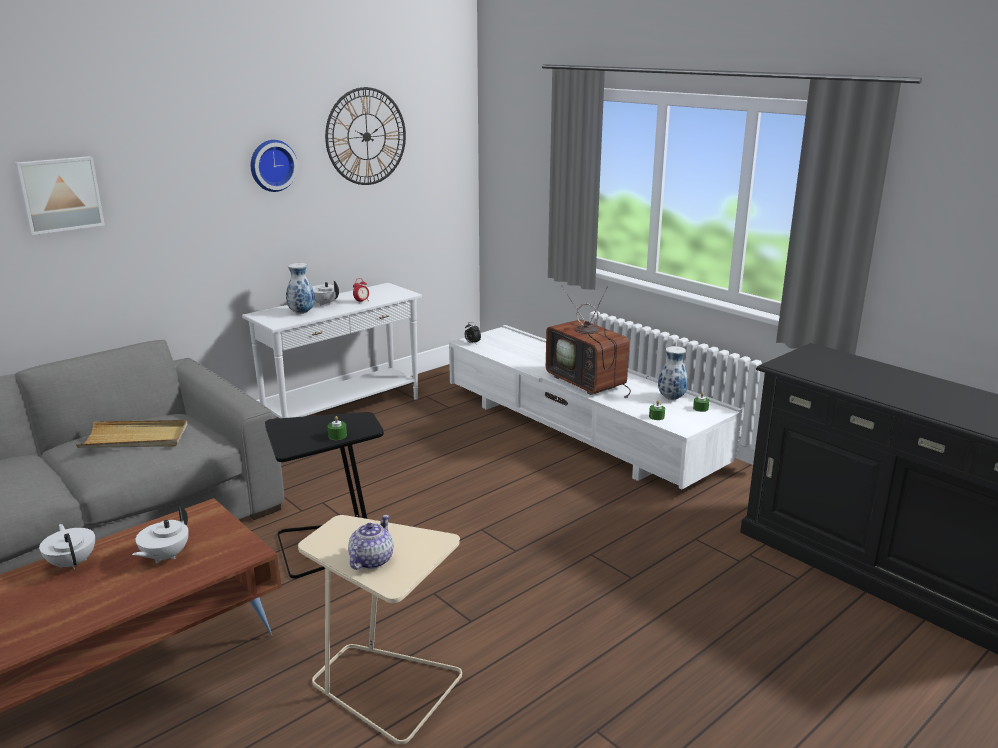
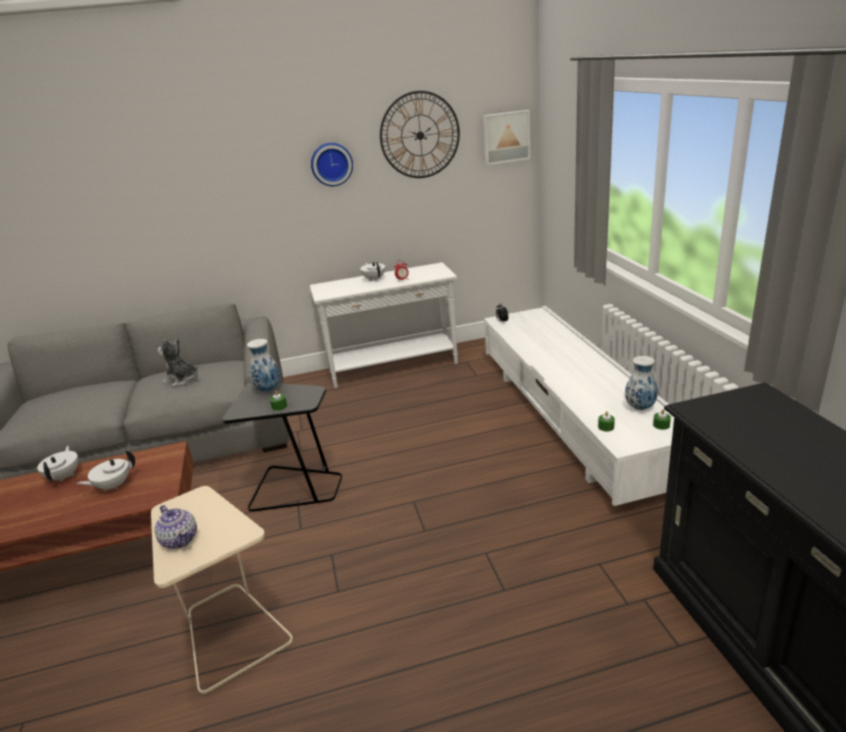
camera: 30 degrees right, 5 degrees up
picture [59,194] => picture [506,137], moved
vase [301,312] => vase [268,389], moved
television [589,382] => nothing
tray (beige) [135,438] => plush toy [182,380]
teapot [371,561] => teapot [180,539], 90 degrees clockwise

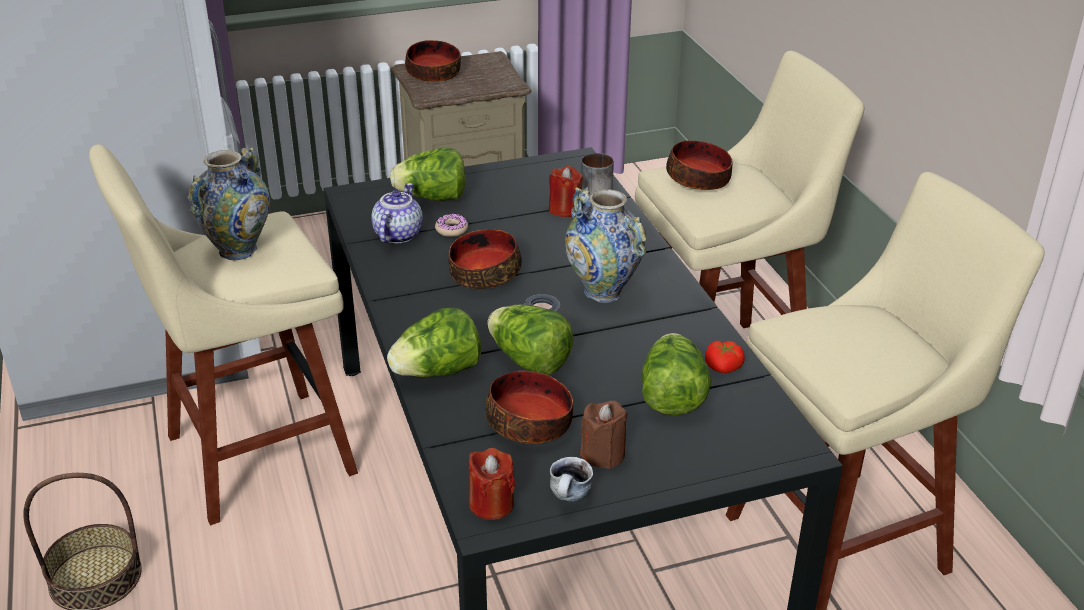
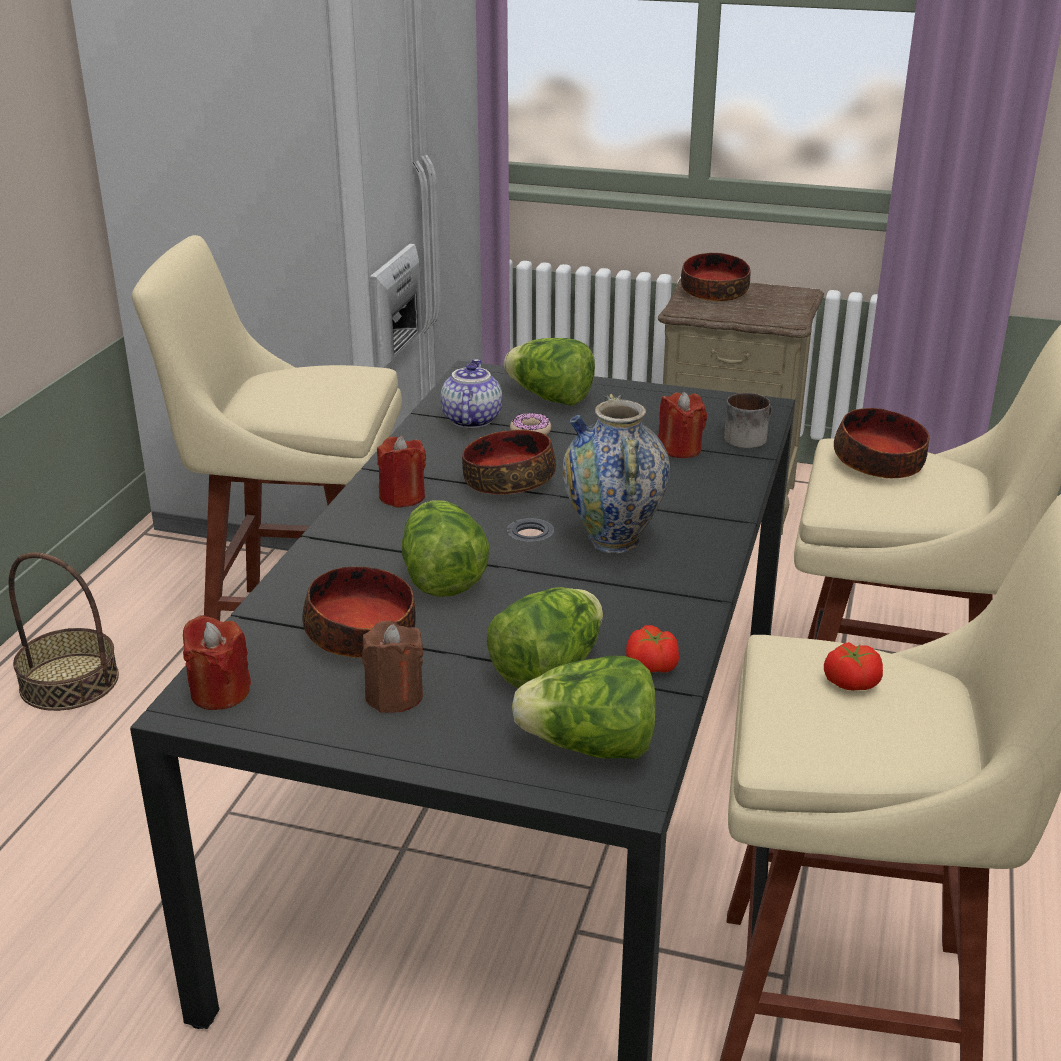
camera: 35 degrees right, 5 degrees down
vase [238,250] => nothing
teapot [397,234] => teapot [470,420], 45 degrees counterclockwise
lettuce [437,372] => lettuce [590,747], moved
mug [570,498] => nothing
nothing => candle (red) [402,497]
nothing => tomato [850,681]

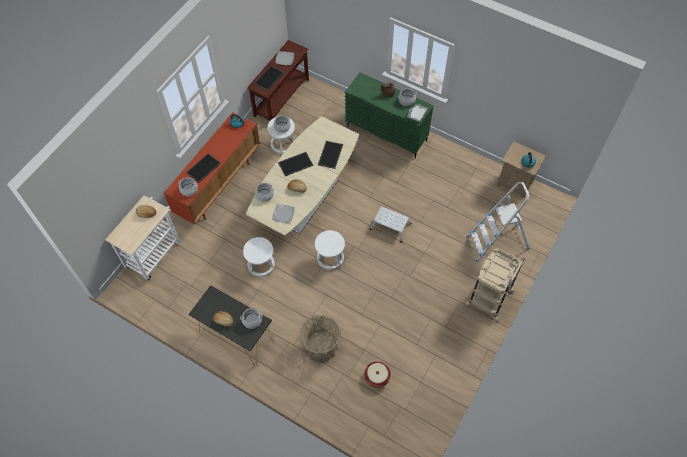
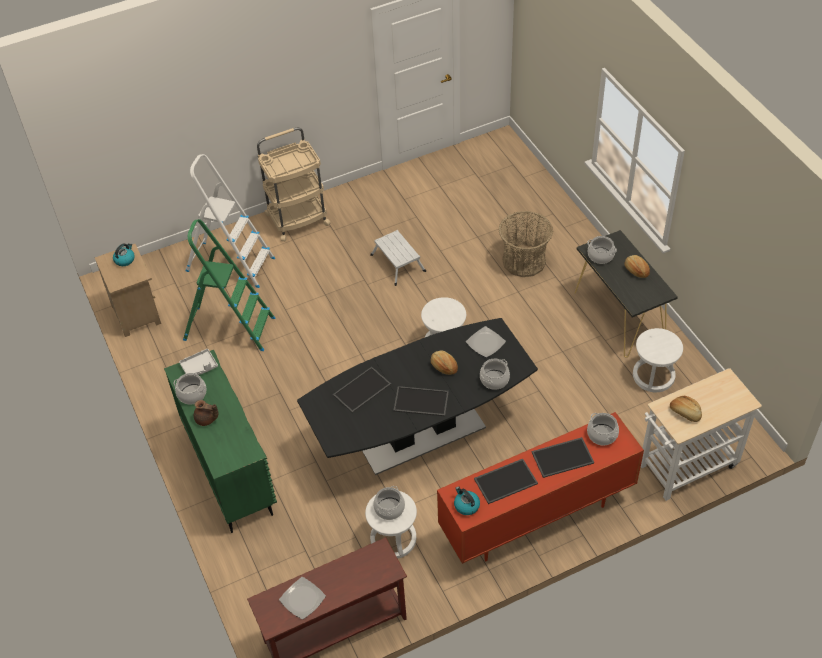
camera: 145 degrees left, 10 degrees down
tray [269,78] => tray [505,480], moved
dining table (beige) [306,200] => dining table (black) [421,432]
step ladder (white) [390,226] => step ladder (white) [397,262], moved
stool (white) [261,265] => stool (white) [653,376], moved
basket [377,377] => nothing
nothing => step ladder (green) [230,329]

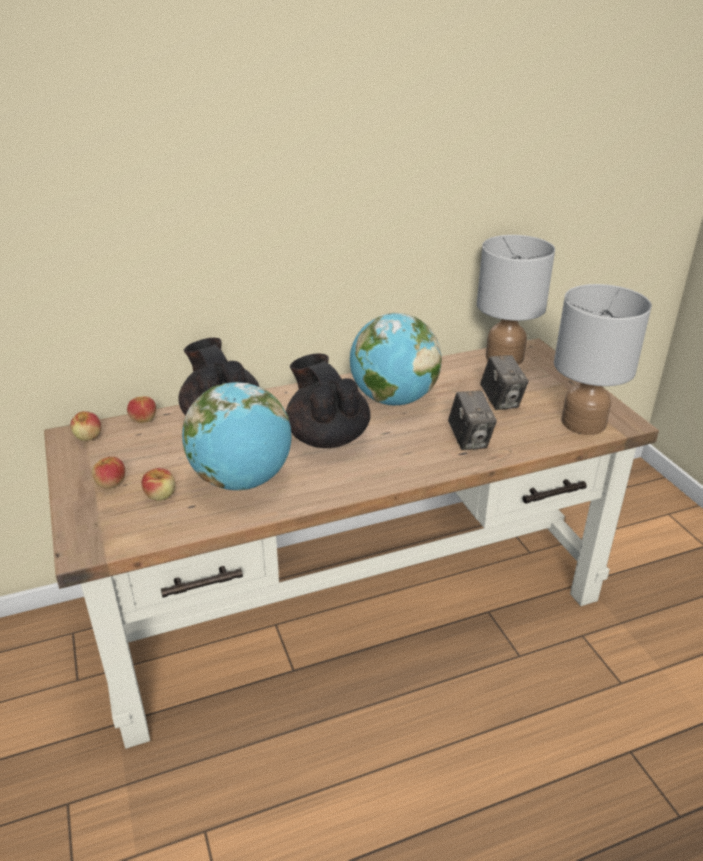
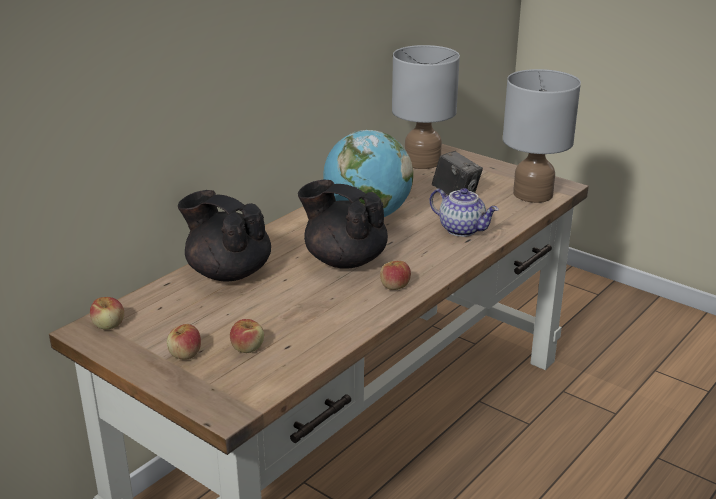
camera: 30 degrees left, 5 degrees down
globe [242,480] => nothing
photo camera [469,440] => teapot [462,229]
apple [143,419] => apple [394,286], moved

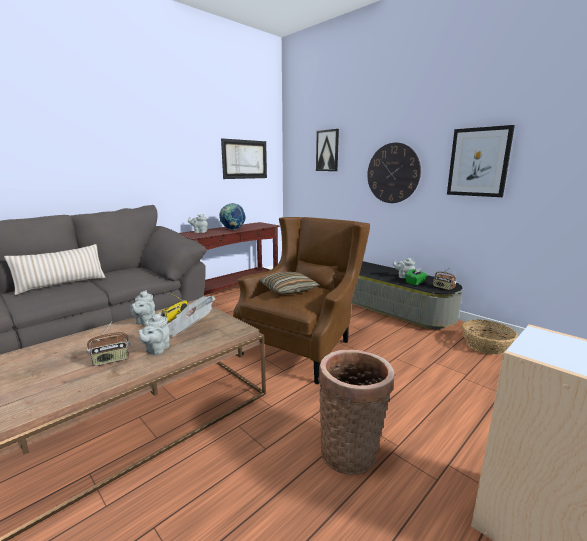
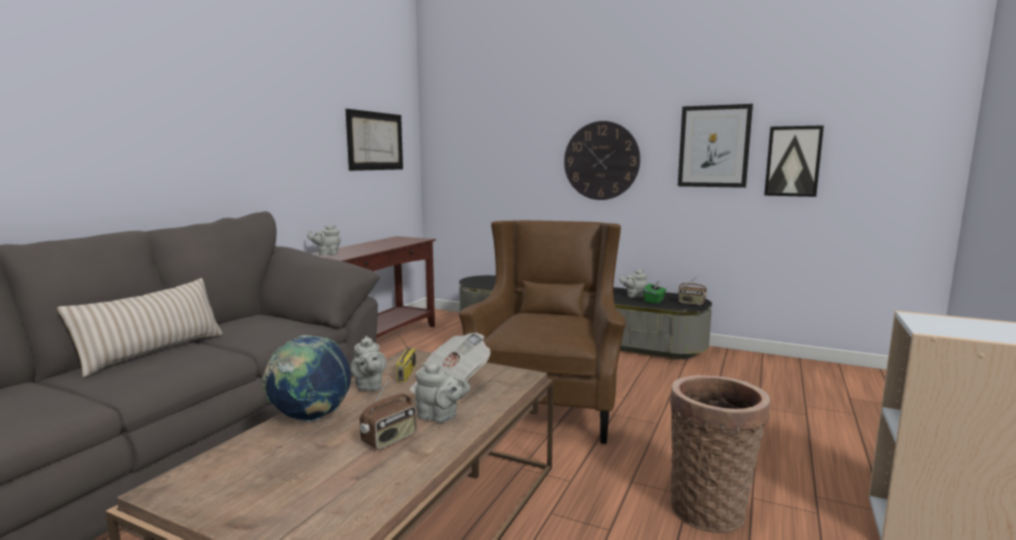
camera: 20 degrees left, 5 degrees down
picture [327,150] => picture [793,161], moved
globe [233,230] => globe [311,418], moved
pillow [288,290] => nothing
teapot (grey) [156,350] => teapot (grey) [440,417], 60 degrees counterclockwise
basket [486,345] => nothing

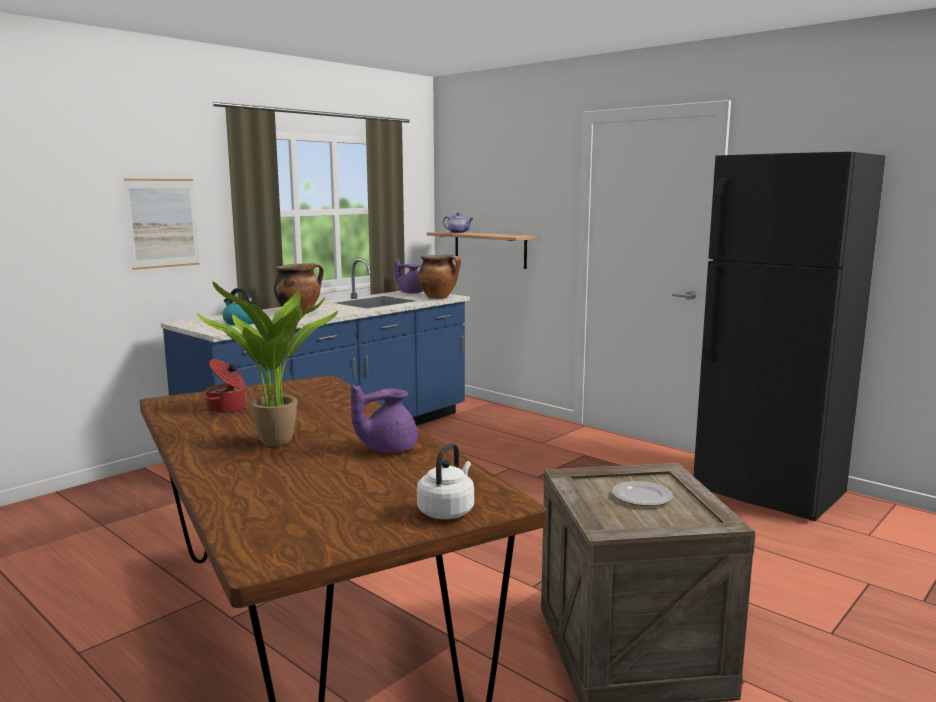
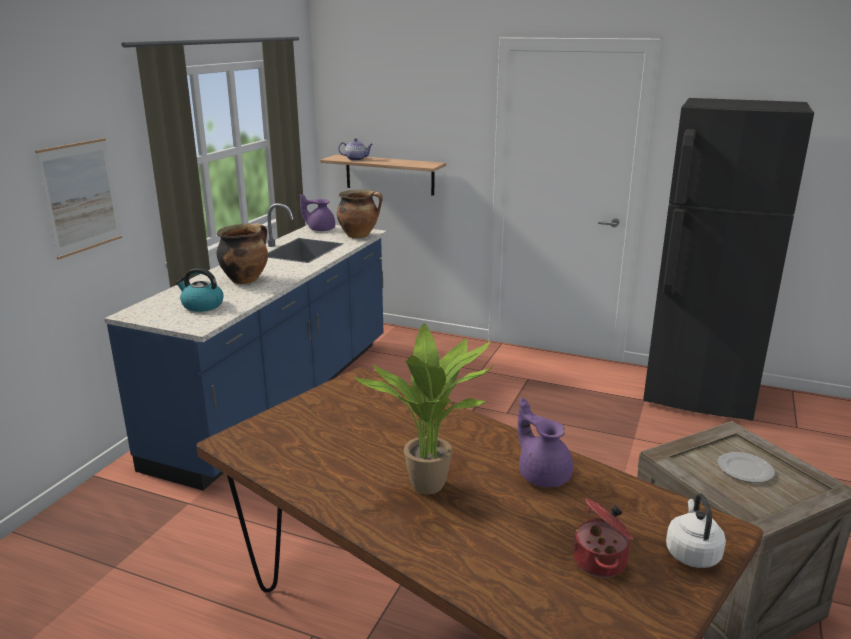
camera: 20 degrees left, 10 degrees up
cooking pot [227,409] => cooking pot [601,561], moved
teapot (purple) [387,449] => teapot (purple) [543,474], 105 degrees clockwise

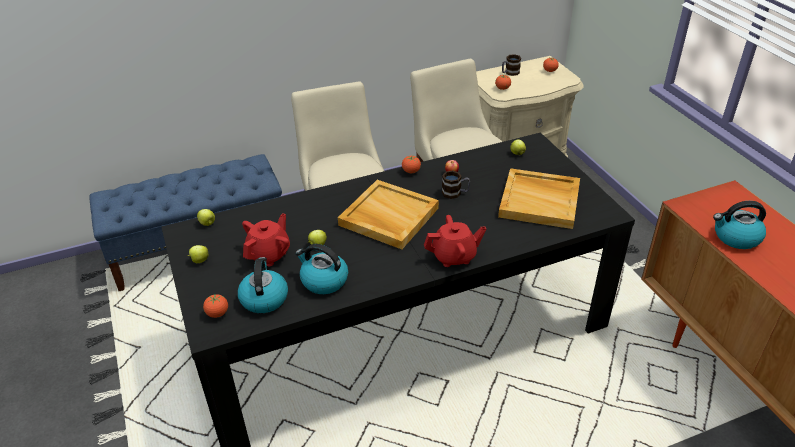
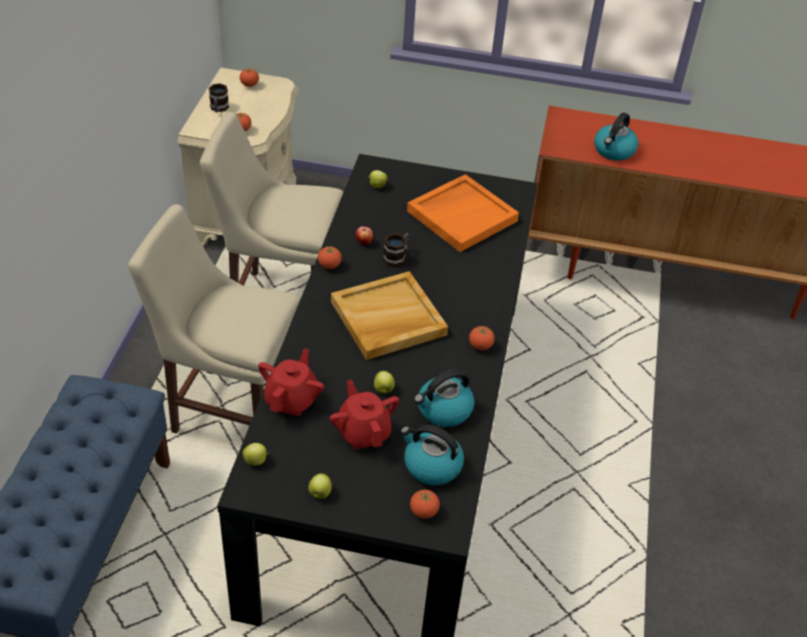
camera: 60 degrees left, 5 degrees up
tray (beige) [540,201] => tray (orange) [462,215]
teapot (red) [454,256] => teapot (red) [291,400], moved
nothing => tomato [480,346]

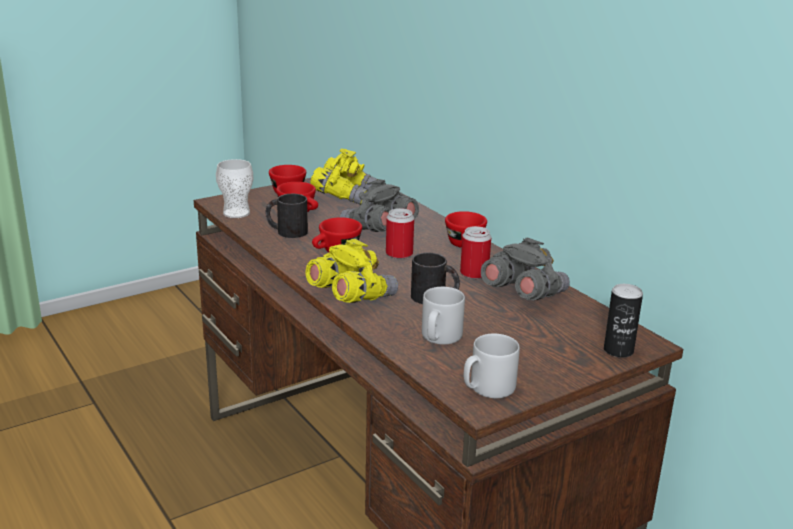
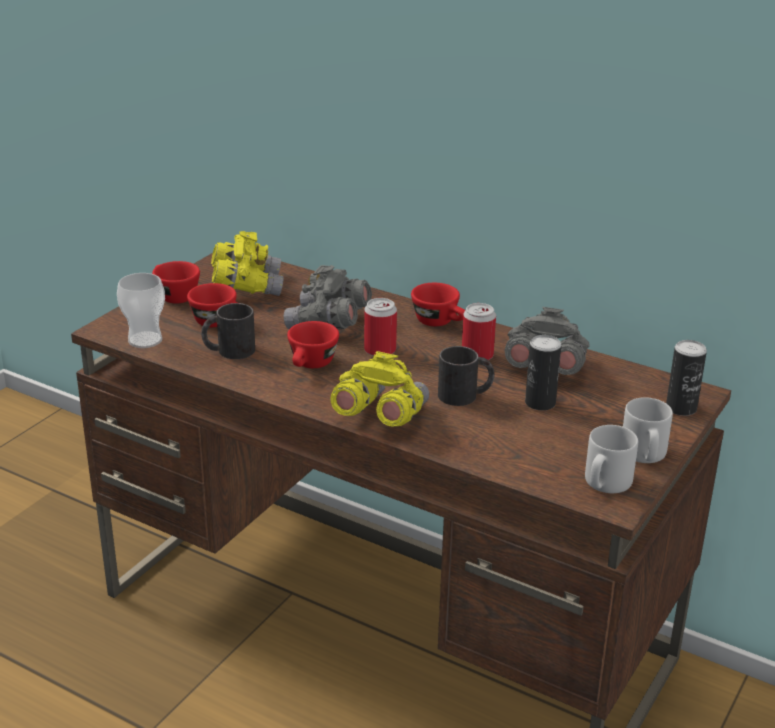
camera: 25 degrees left, 5 degrees up
mug (grey) [439,337] => mug (grey) [644,455], moved
nothing => can [540,403]

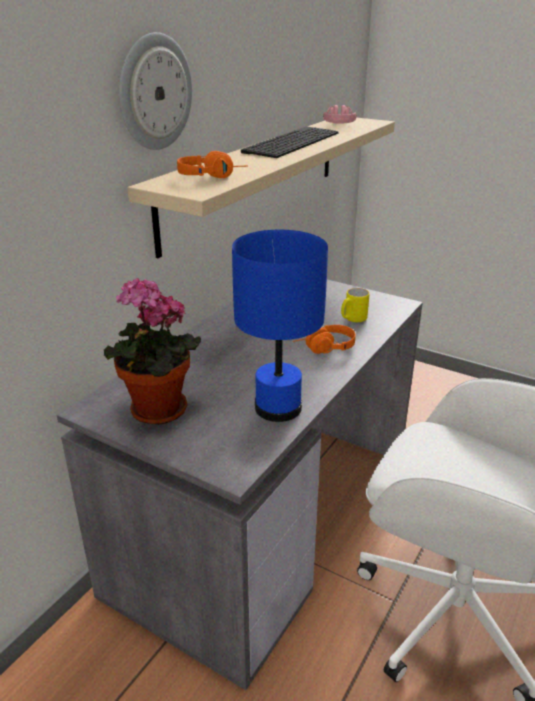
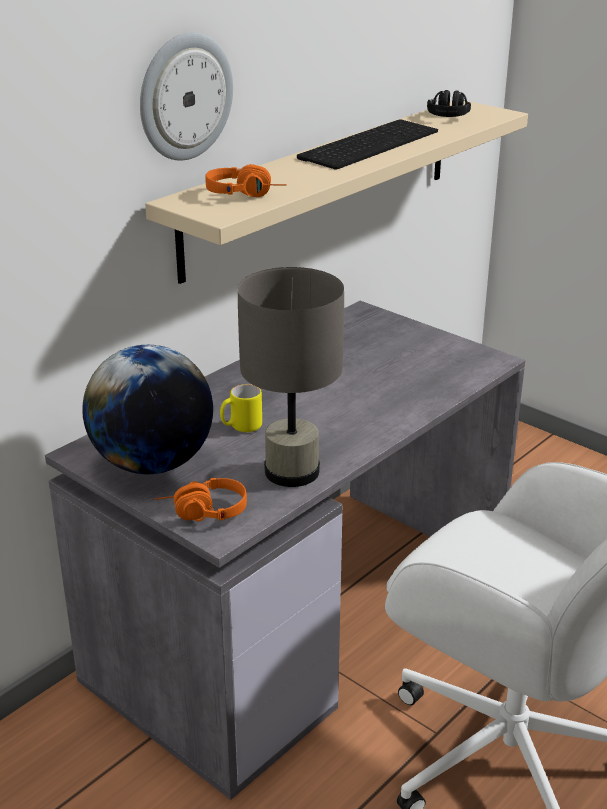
camera: 10 degrees right, 0 degrees up
headphones (pink) [339,123] => headphones (black) [449,114]
table lamp (blue) [279,408] => table lamp (grey) [293,471]
potted plant [156,413] => globe [153,464]
mug (yellow) [352,319] => mug (yellow) [241,427], moved
headphones (orange) [324,349] => headphones (orange) [202,513], moved

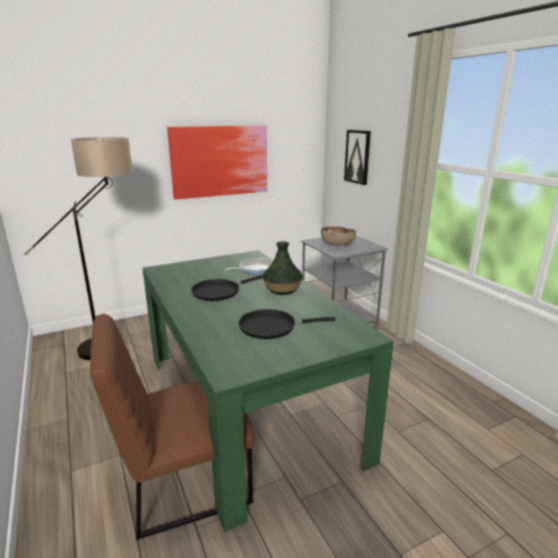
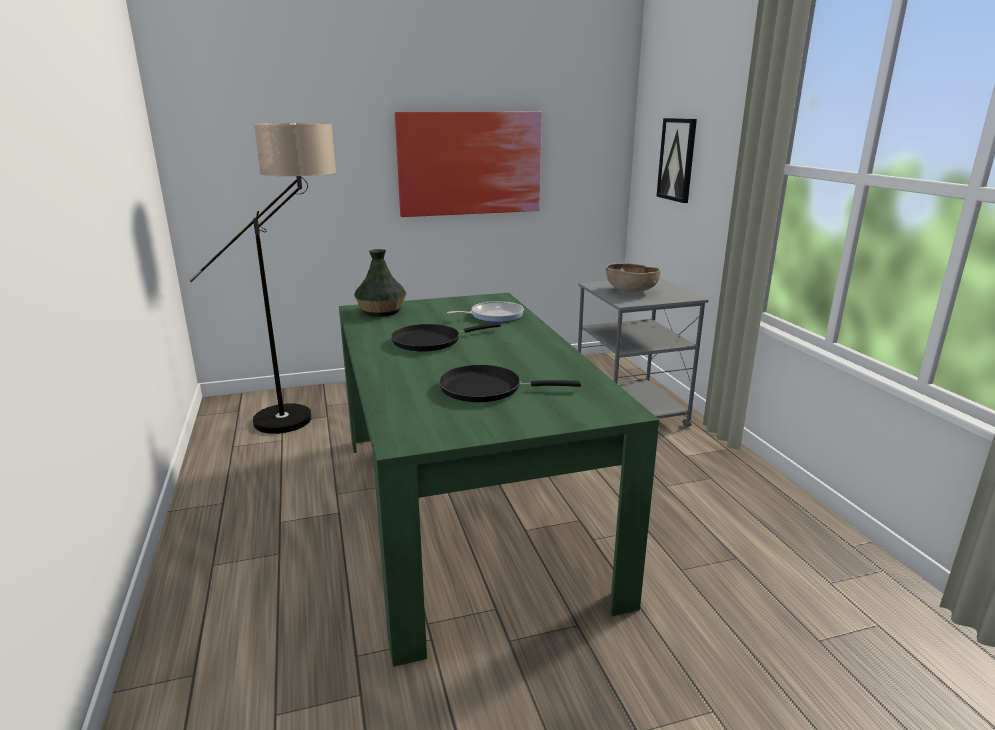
camera: 10 degrees right, 0 degrees up
vase [282,289] => vase [381,311], moved
chair (brown) [184,483] => nothing

